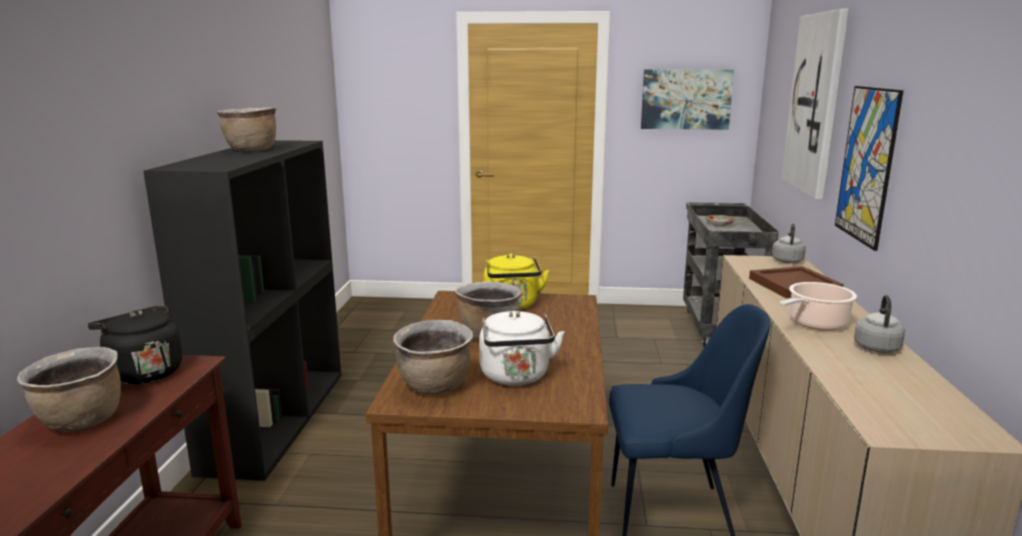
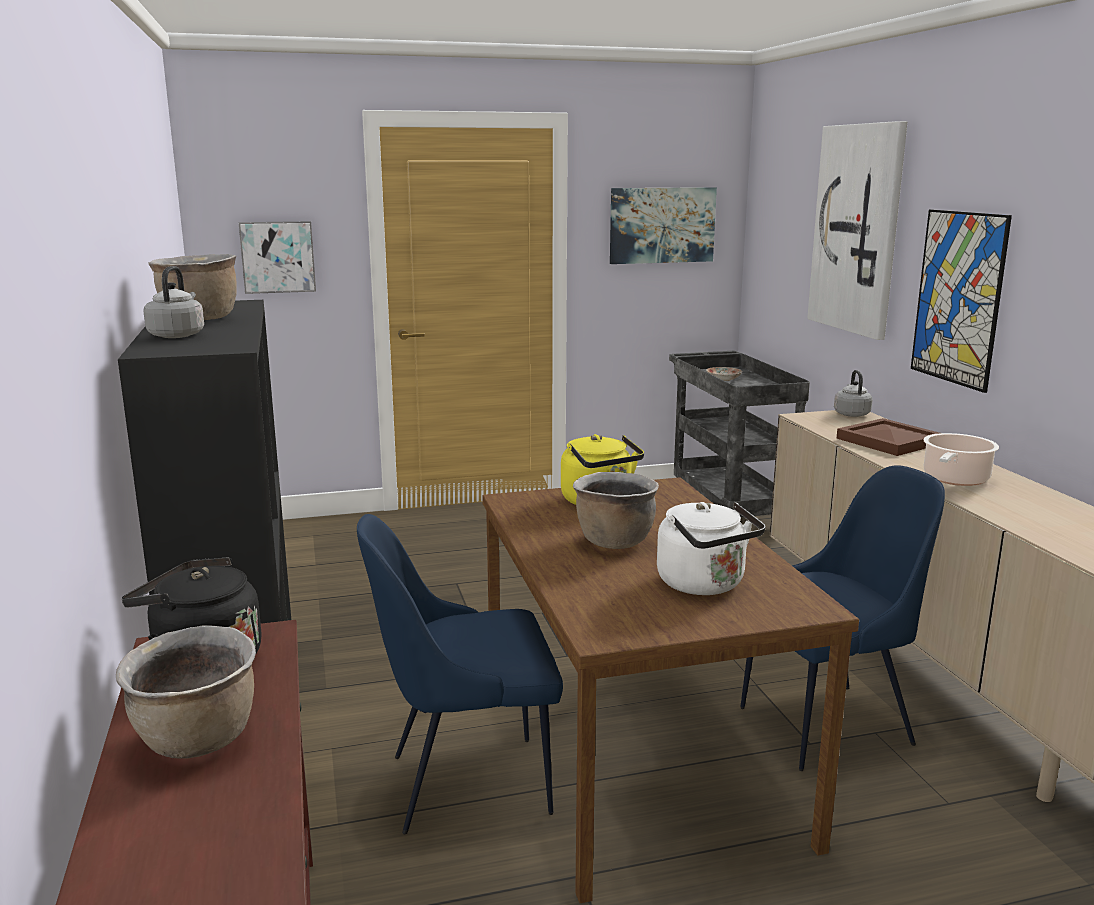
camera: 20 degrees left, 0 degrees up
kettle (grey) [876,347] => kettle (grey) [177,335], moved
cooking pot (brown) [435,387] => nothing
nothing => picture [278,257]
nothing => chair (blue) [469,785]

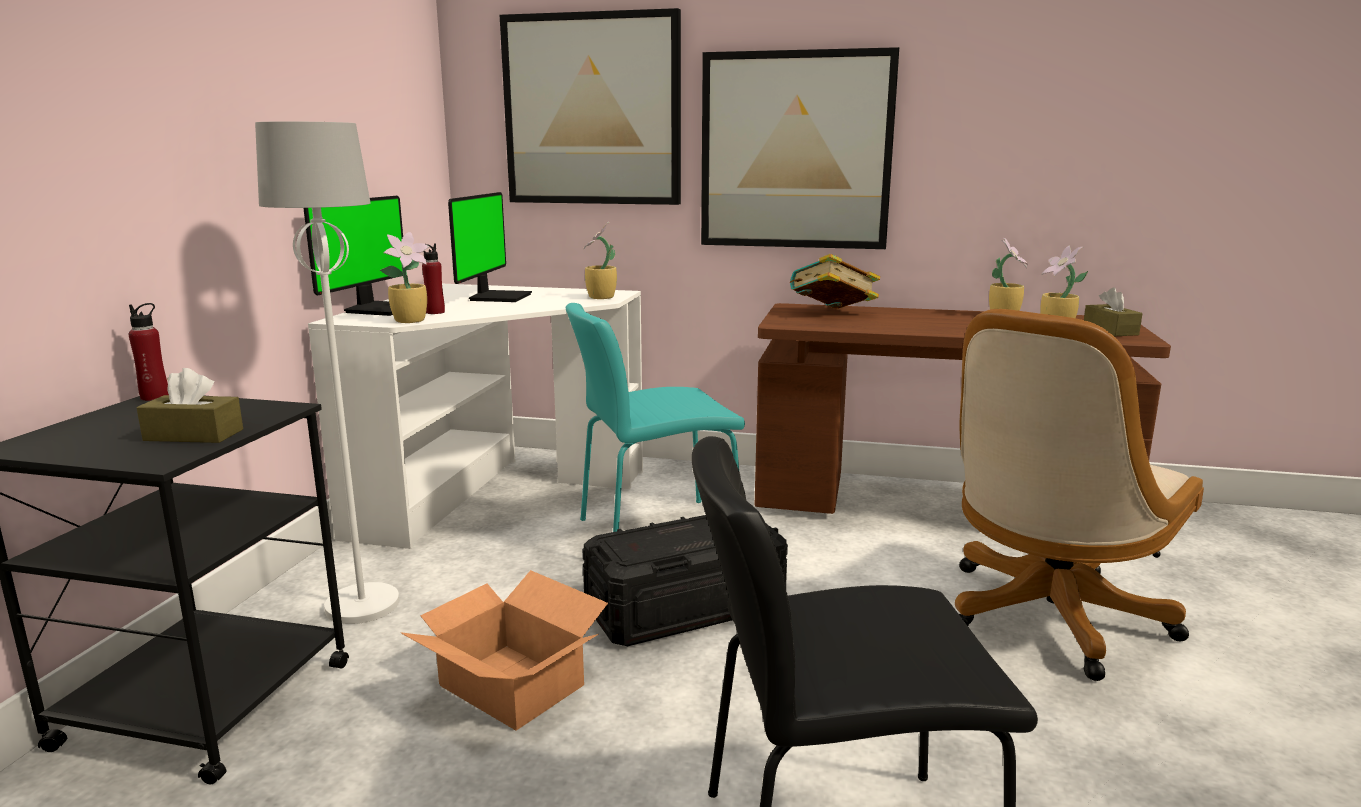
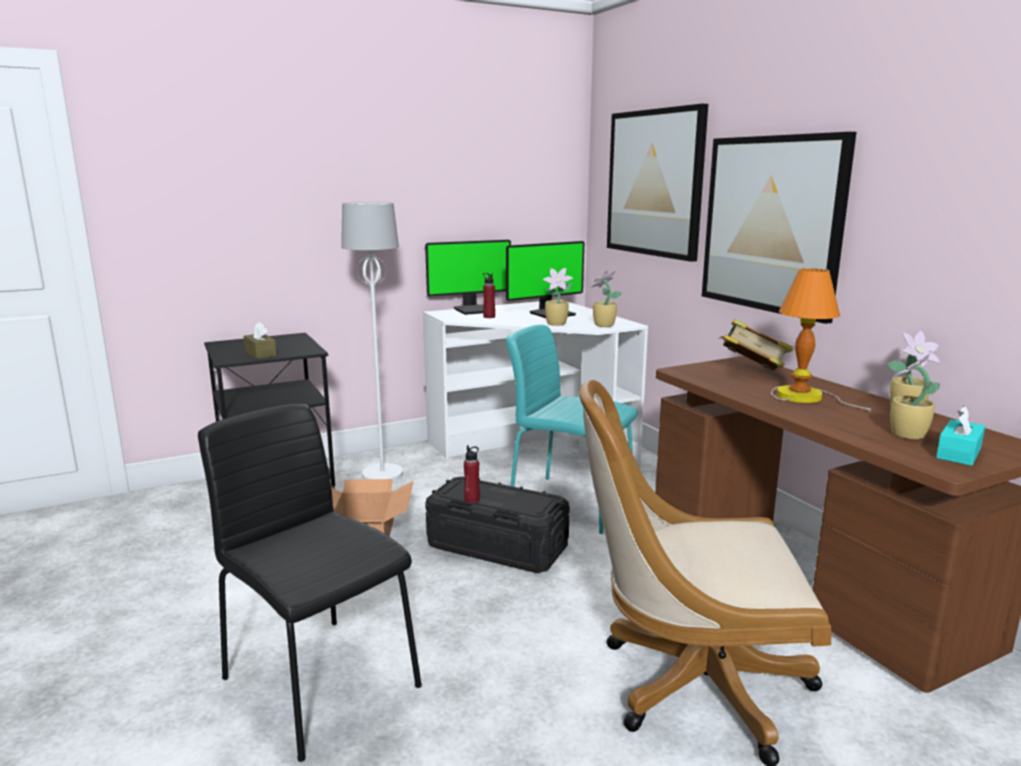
camera: 50 degrees right, 0 degrees up
potted plant [412,320] => potted plant [557,324], moved
tissue box (brown) [1110,330] => tissue box (turquoise) [958,453]
bottle (red) [155,397] => bottle (red) [472,499], moved
nothing => table lamp [805,396]

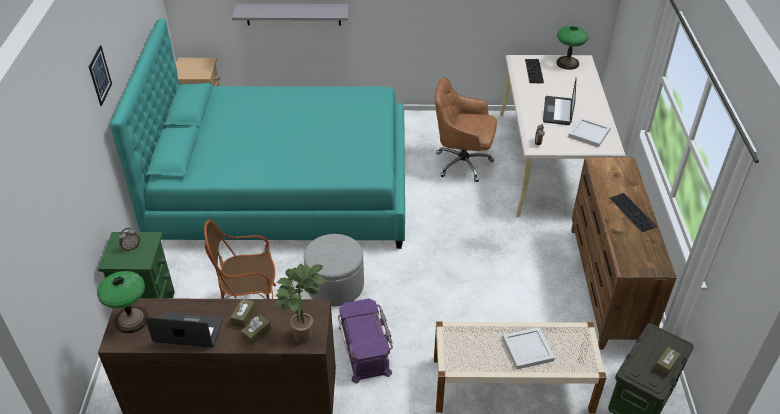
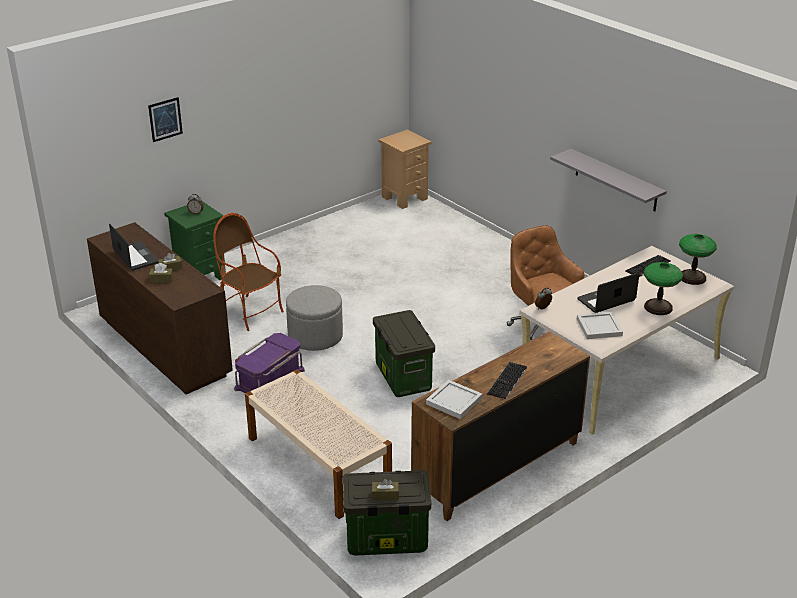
camera: 50 degrees right, 10 degrees down
shelf (grey) [293,14] => shelf (grey) [616,180], moved
bed (turquoise) [283,189] => nothing
picture [100,75] => picture [165,119], moved
potted plant [303,333] => nothing
table lamp [131,320] => table lamp [658,307], moved
tray (white) [528,349] => tray (white) [455,401], moved
nothing => storage box [402,377]

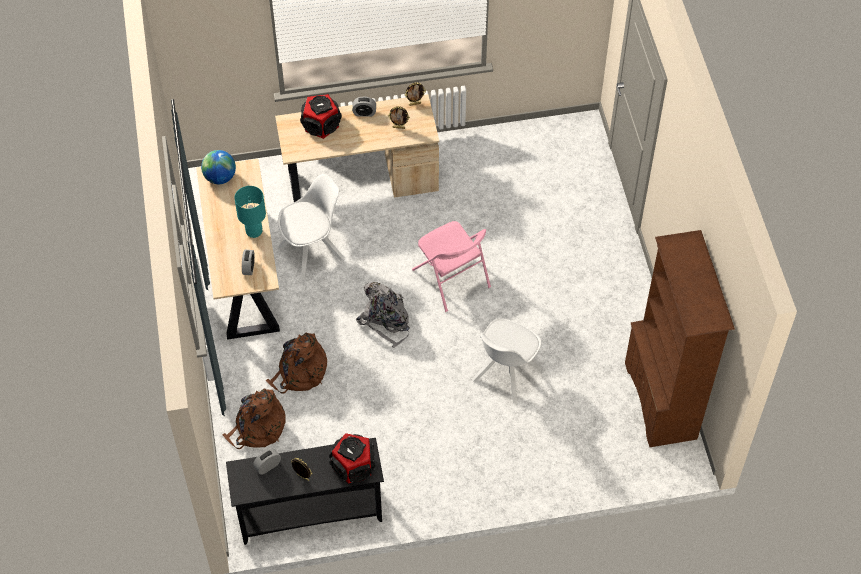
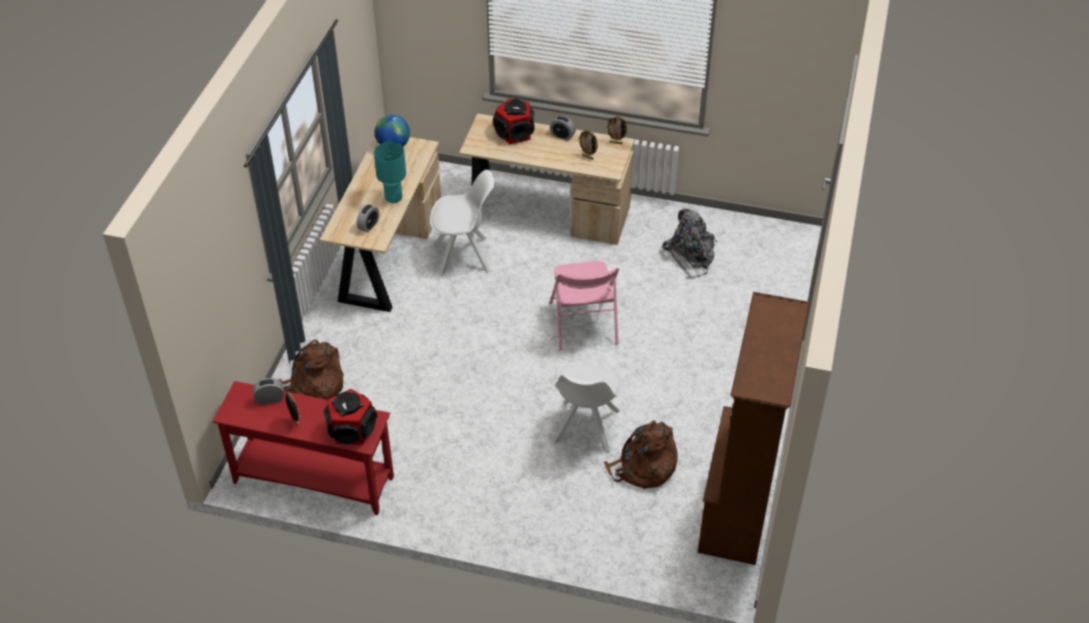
camera: 25 degrees right, 10 degrees down
backpack (grey) [386,320] => backpack (grey) [690,256], moved
chair (white) [505,374] => chair (white) [585,427], 45 degrees counterclockwise
backpack (brown) [299,373] => backpack (brown) [643,468], moved
console table (black) [309,513] => console table (red) [313,480]

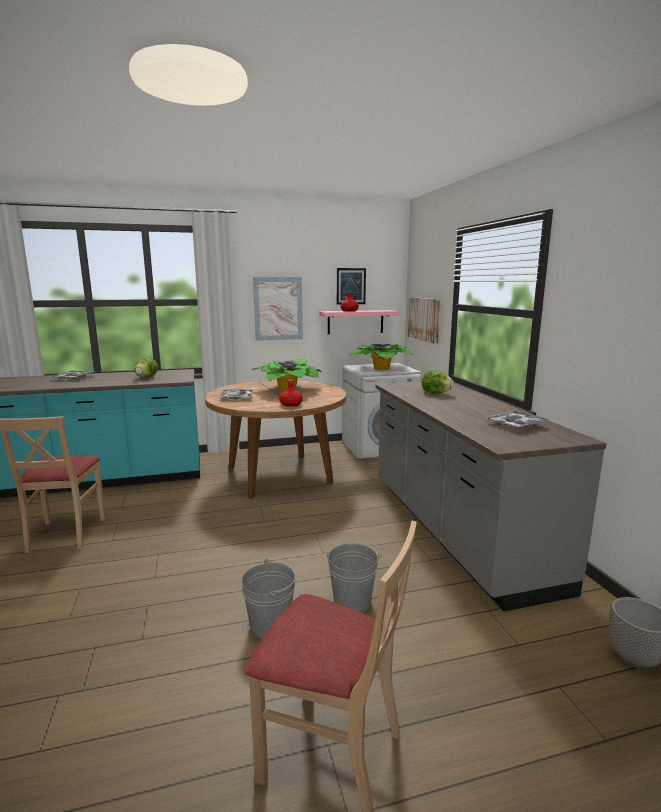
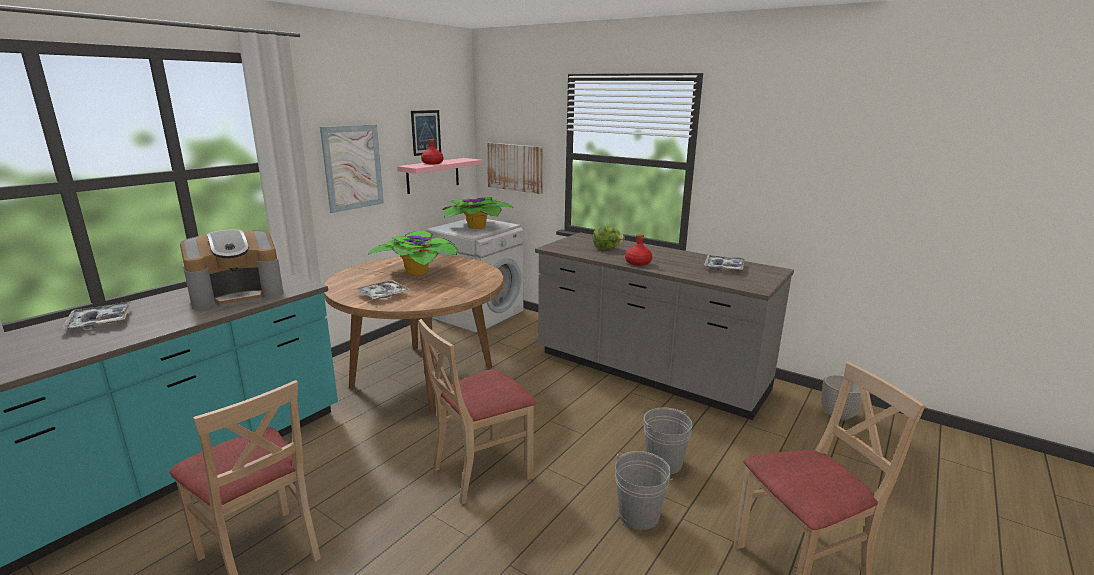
camera: 40 degrees left, 5 degrees up
lettuce [146,378] => coffee machine [238,294]
bottle (red) [291,404] => bottle (red) [638,263], moved
nothing => chair (beige) [481,471]

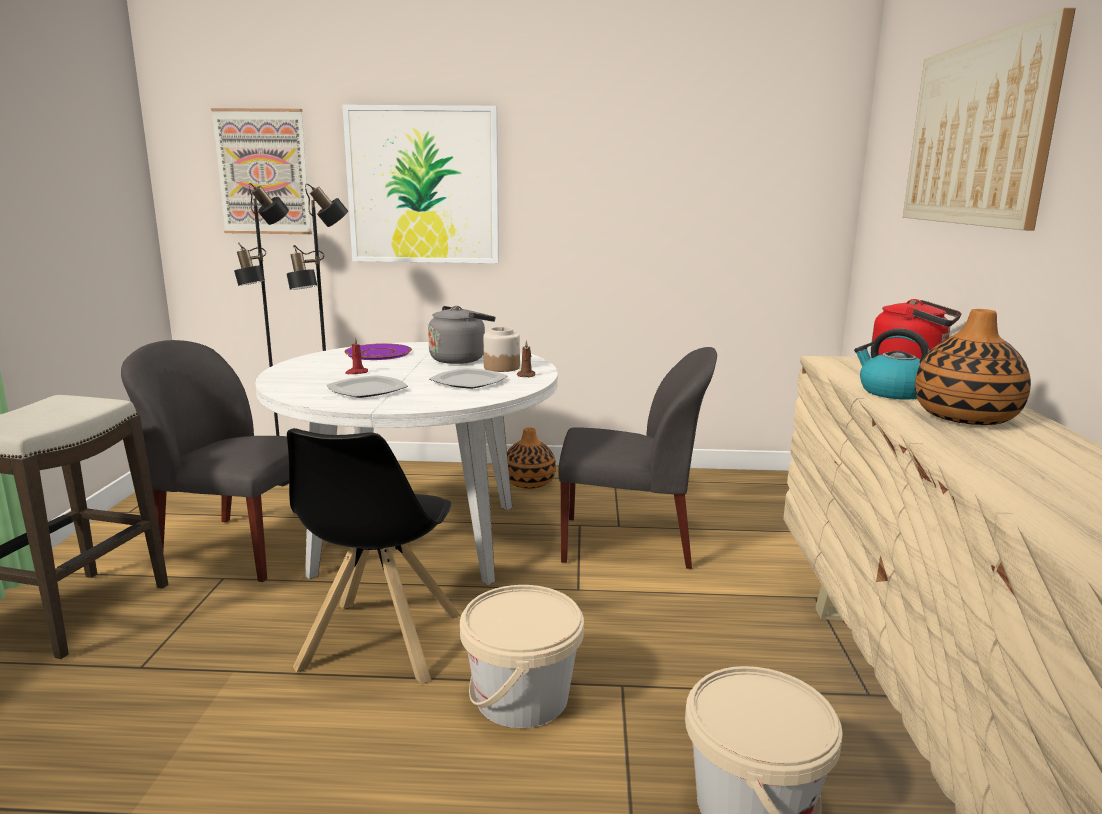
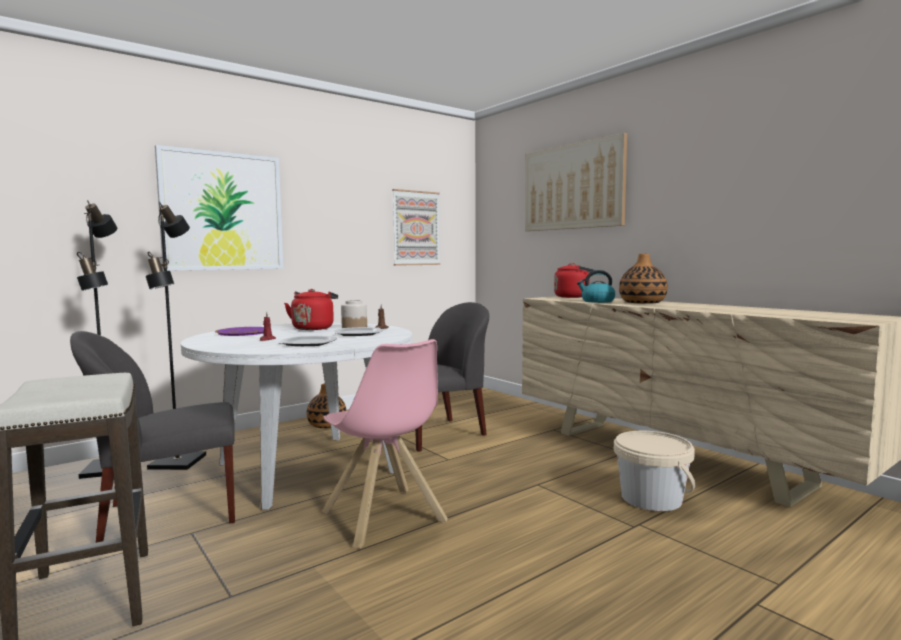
camera: 40 degrees left, 10 degrees down
picture [263,172] => picture [416,228], moved
kettle (grey) [460,359] => kettle (red) [313,328]
chair (black) [379,644] => chair (pink) [385,518]
bucket (beige) [521,697] => nothing

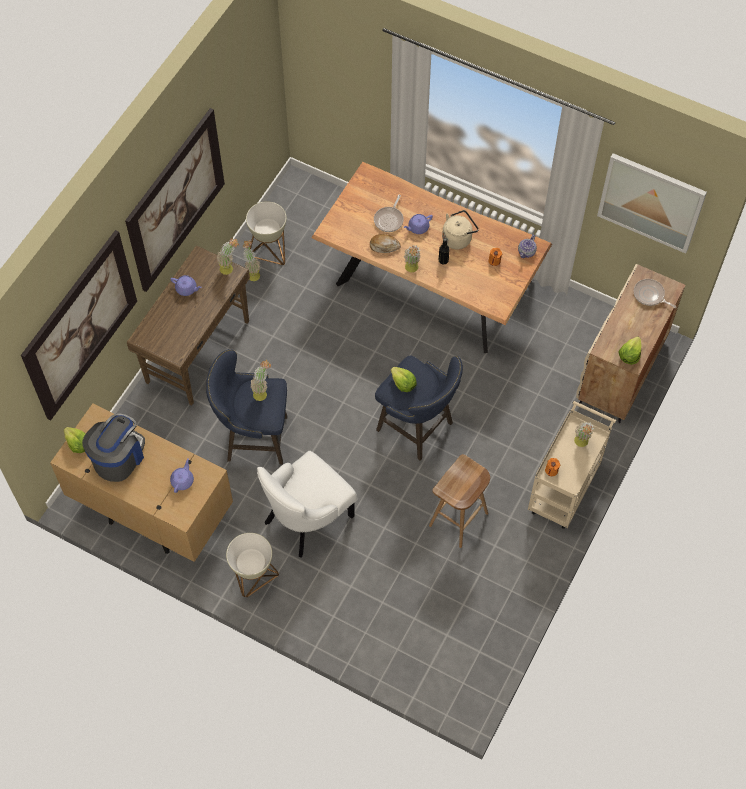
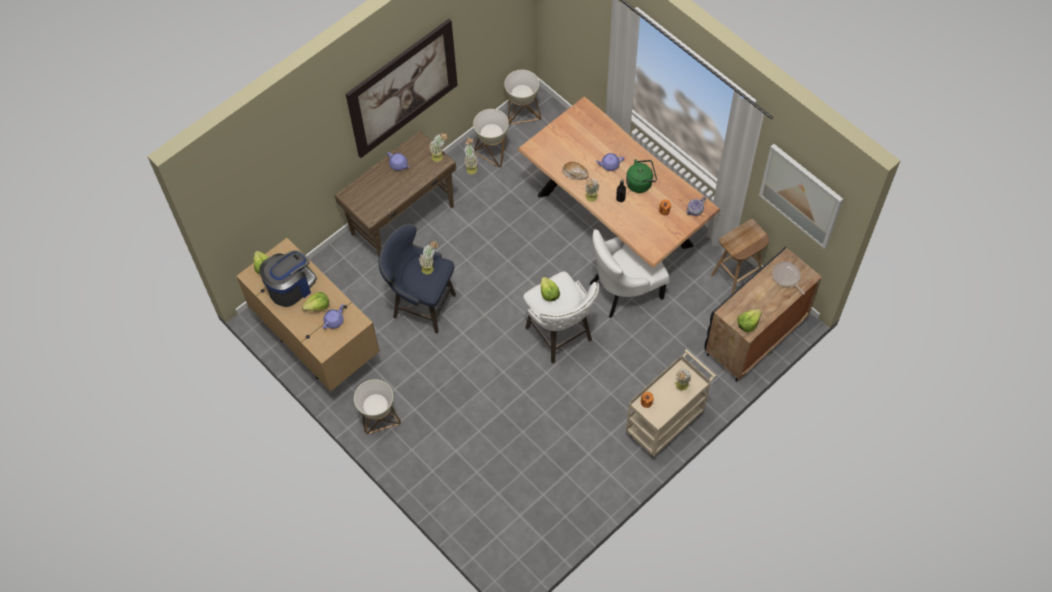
camera: 20 degrees right, 0 degrees up
frying pan [389,219] => nothing
kettle (beige) [458,238] => kettle (green) [640,183]
picture [80,325] => nothing
cabinet (beige) [621,371] => cabinet (black) [755,337]
stool (blue) [417,428] => stool (white) [560,336]
chair (white) [308,517] => chair (white) [626,288], moved
stool (brown) [458,520] => stool (brown) [736,278], moved
nothing => planter [523,113]
nothing => lettuce [318,306]

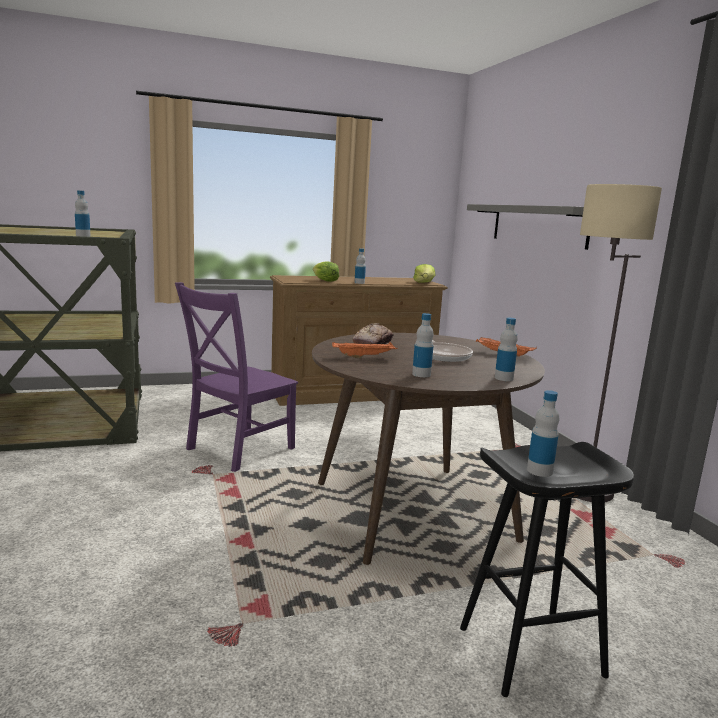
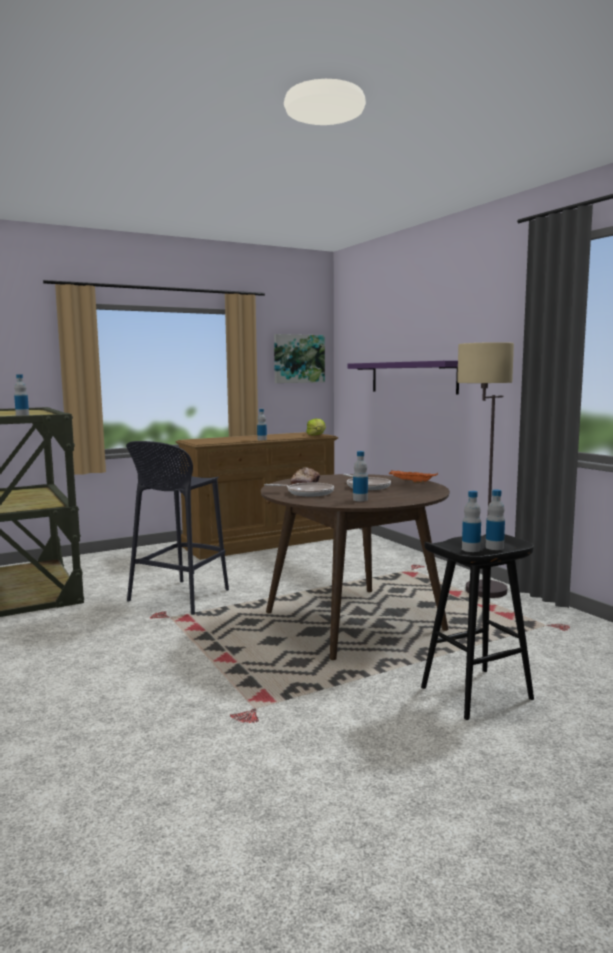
camera: 10 degrees left, 5 degrees down
shelf (grey) [538,225] => shelf (purple) [412,377]
lettuce [325,280] => nothing
chair (purple) [237,449] => stool (grey) [180,597]
bottle [503,378] => bottle [494,547], moved
tray (orange) [364,357] => frying pan [307,493]
nothing => picture [298,358]

